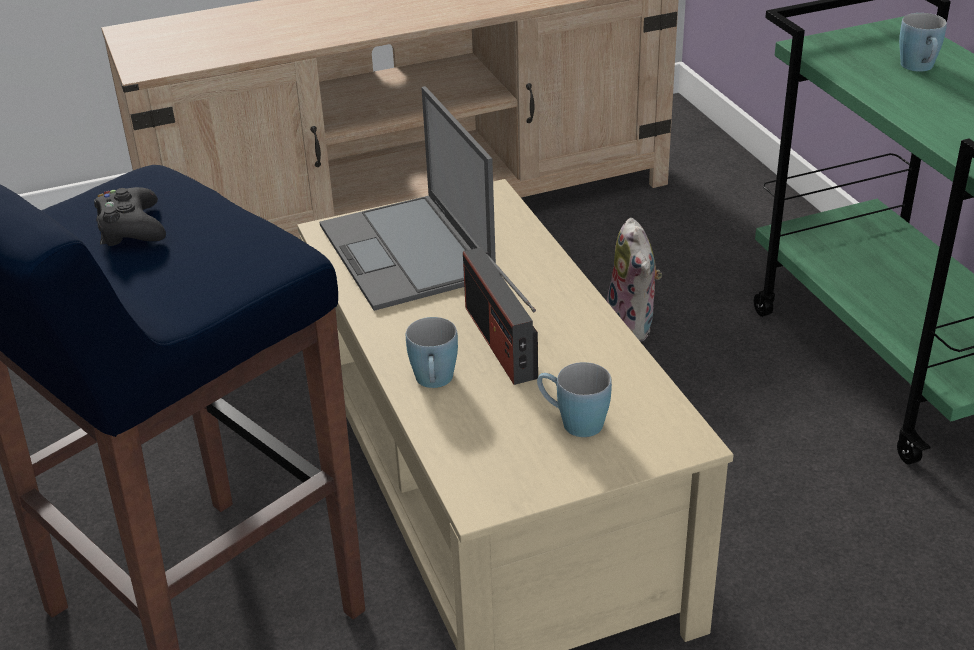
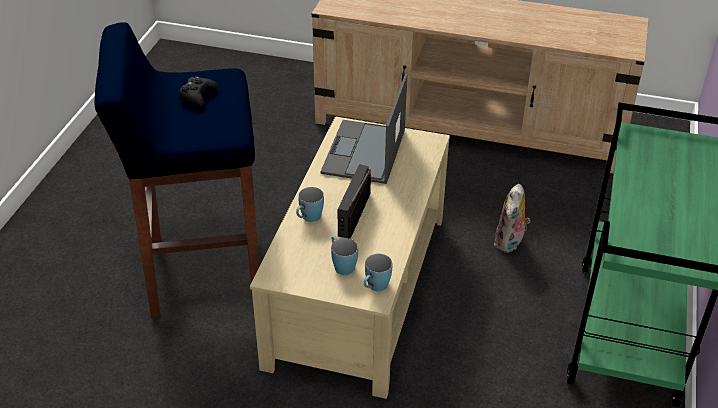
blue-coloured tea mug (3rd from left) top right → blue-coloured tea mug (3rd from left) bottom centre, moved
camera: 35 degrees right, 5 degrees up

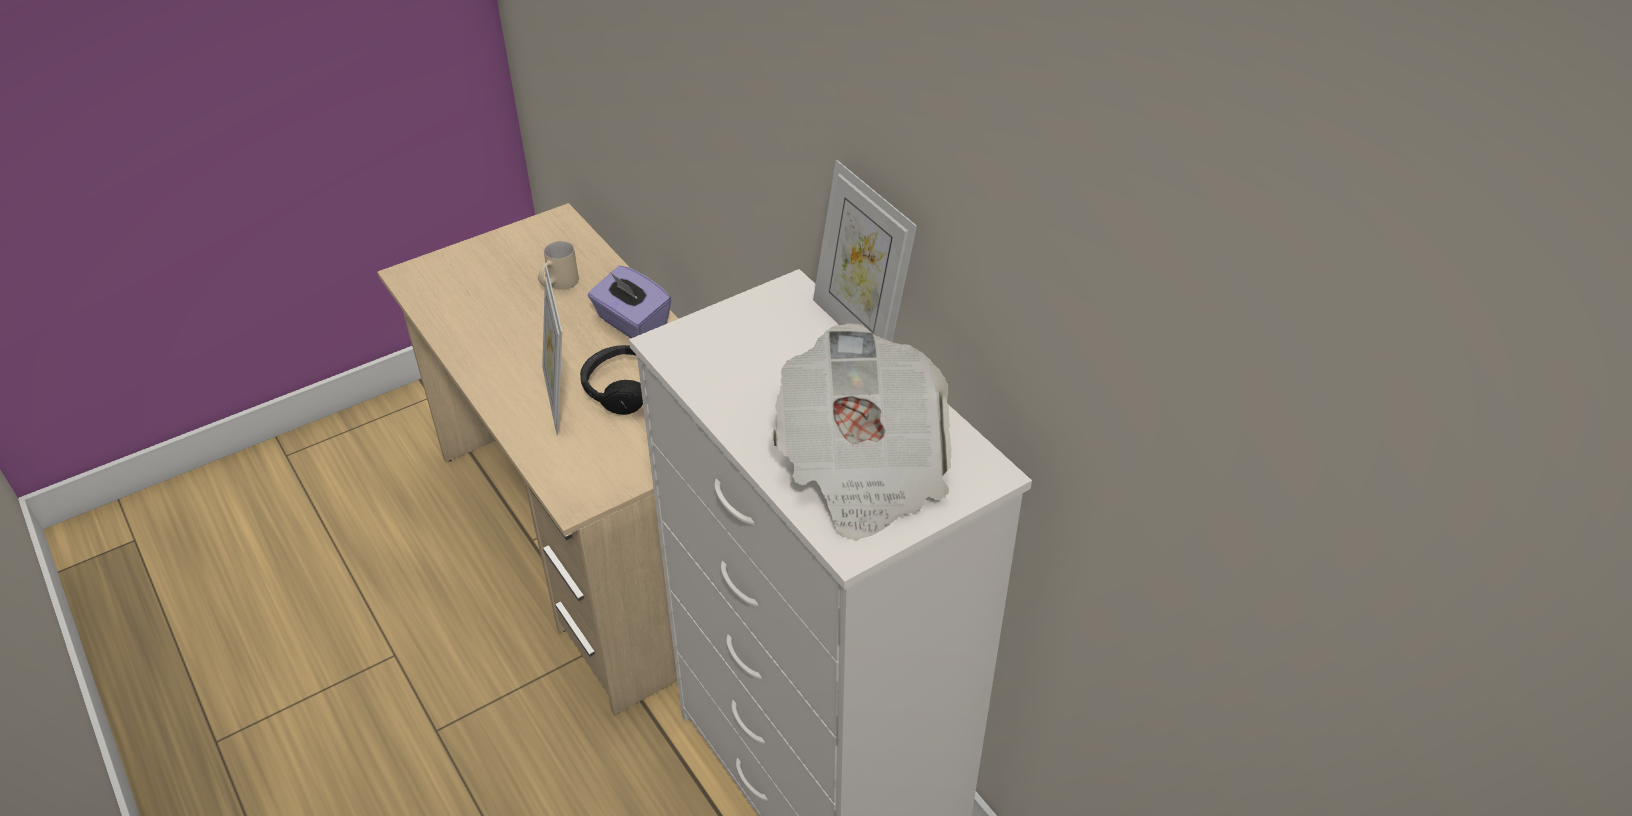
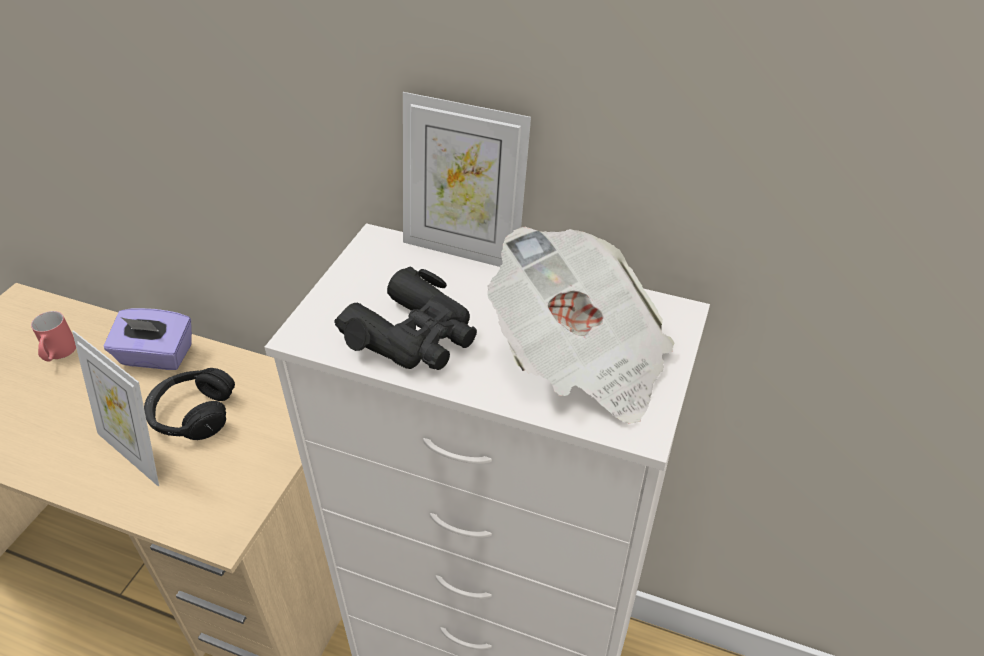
beige tea mug top centre → reddish tea mug middle left
- → black binoculars centre
camera: 35 degrees left, 0 degrees up

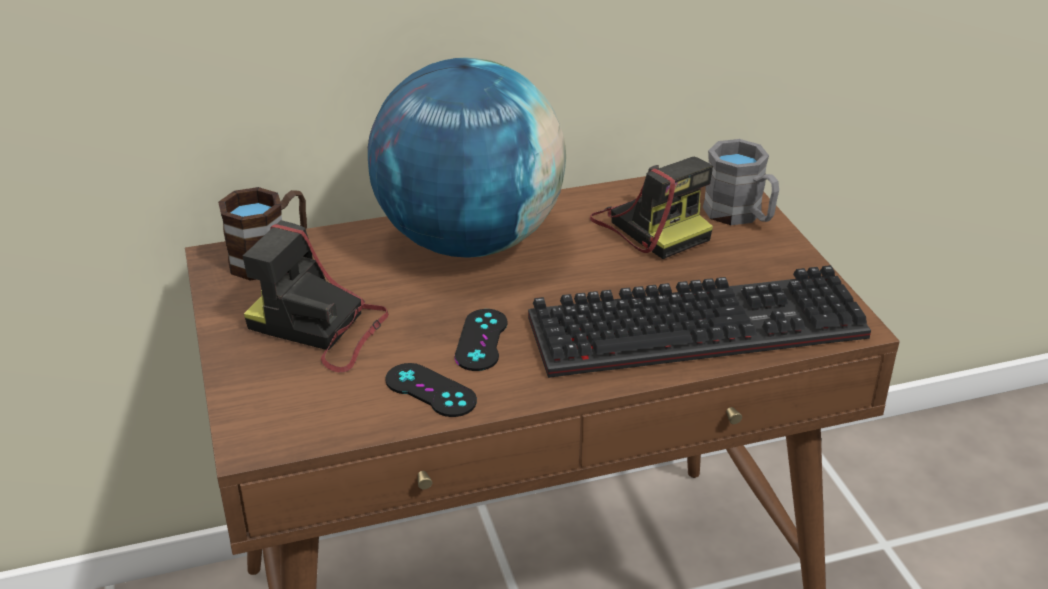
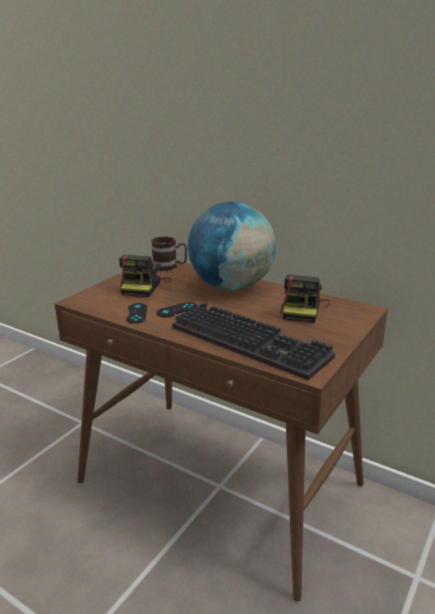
still camera (1st from left) middle left → still camera (1st from left) centre, 150 degrees counterclockwise
grey tea mug top right → -
camera: 50 degrees right, 10 degrees down

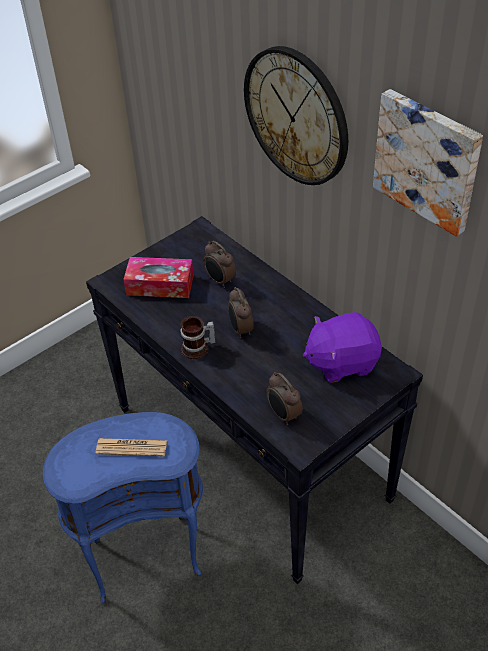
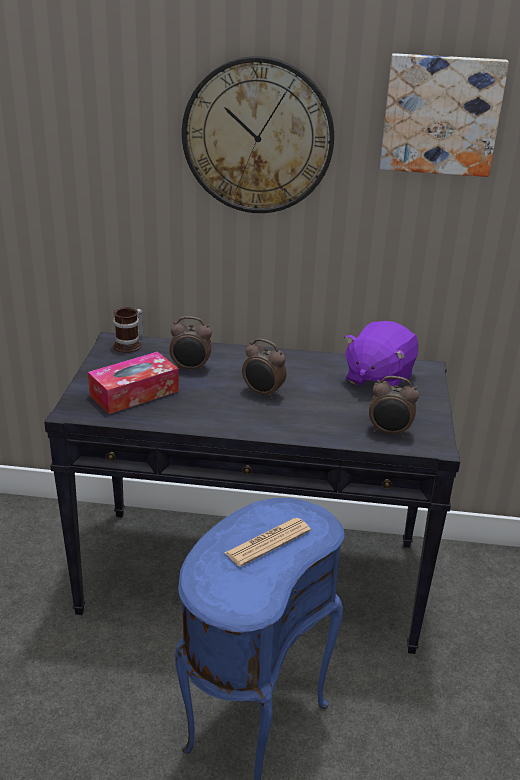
tea mug centre → tea mug middle left, moved
camera: 45 degrees left, 15 degrees down

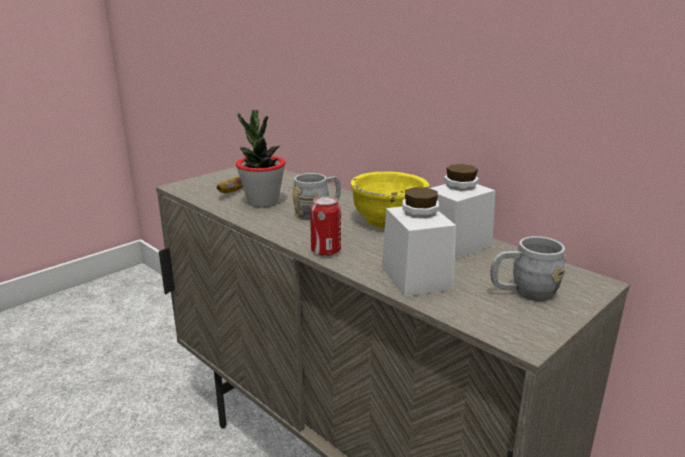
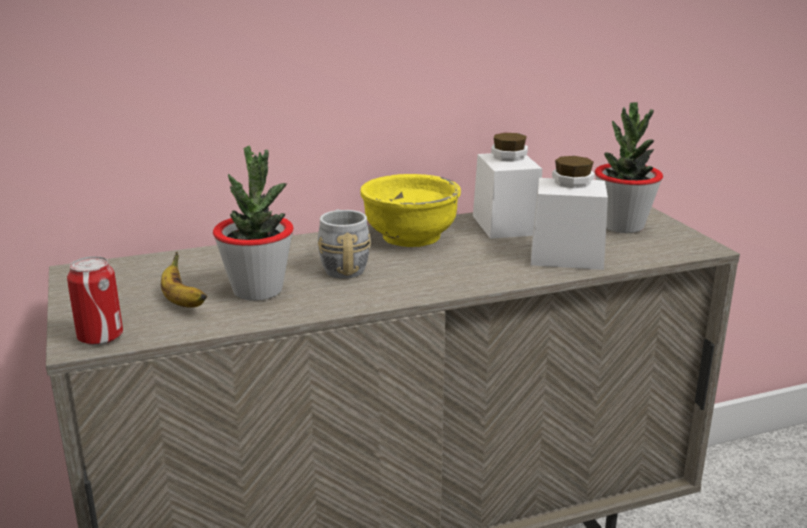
sealed can centre → sealed can middle left, moved
grey tea mug (2nd from left) middle right → plant in a pot (2nd from left) top right
camera: 65 degrees left, 0 degrees up

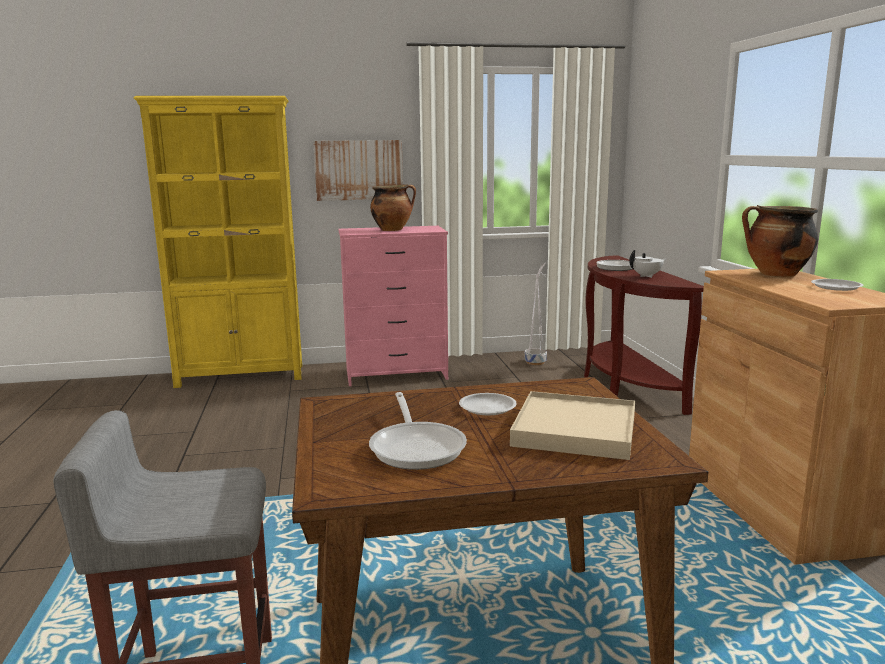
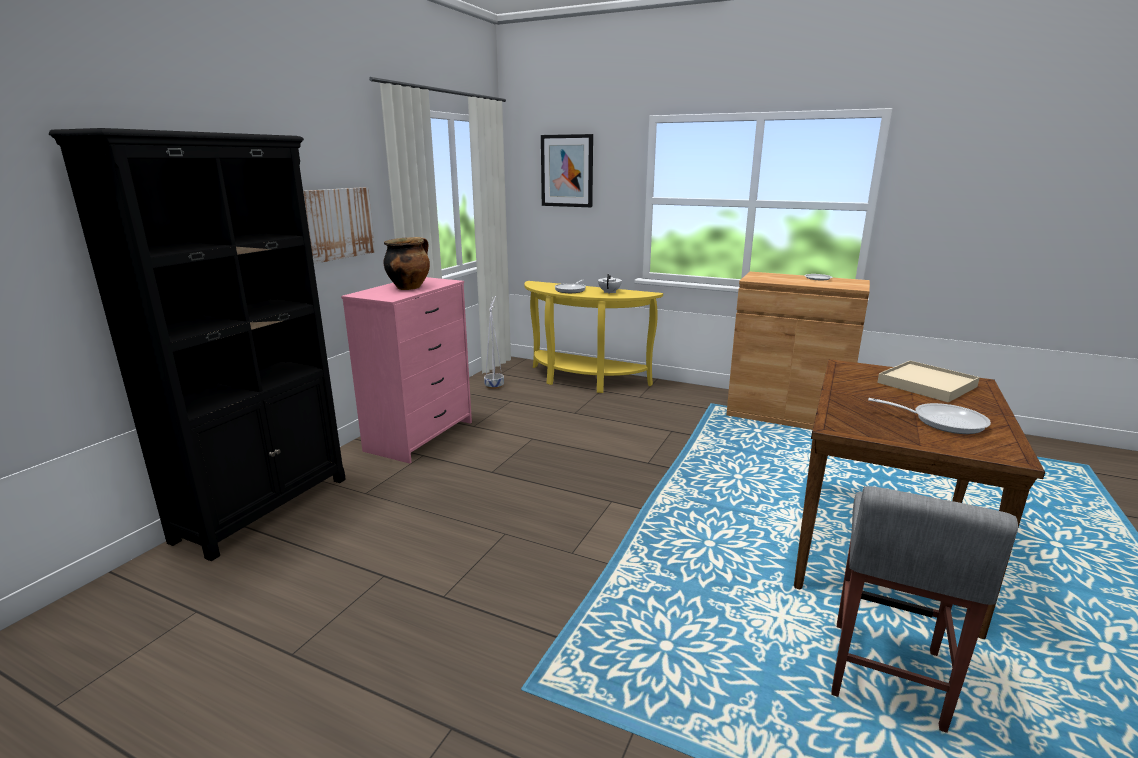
yellow bookcase middle left → black bookcase middle left
white-coloured flat dish (1st from left) centre → -
brown console table middle right → yellow console table centre
stockpot (2nd from left) middle right → -
- → picture (2nd from left) top centre
camera: 55 degrees left, 5 degrees up

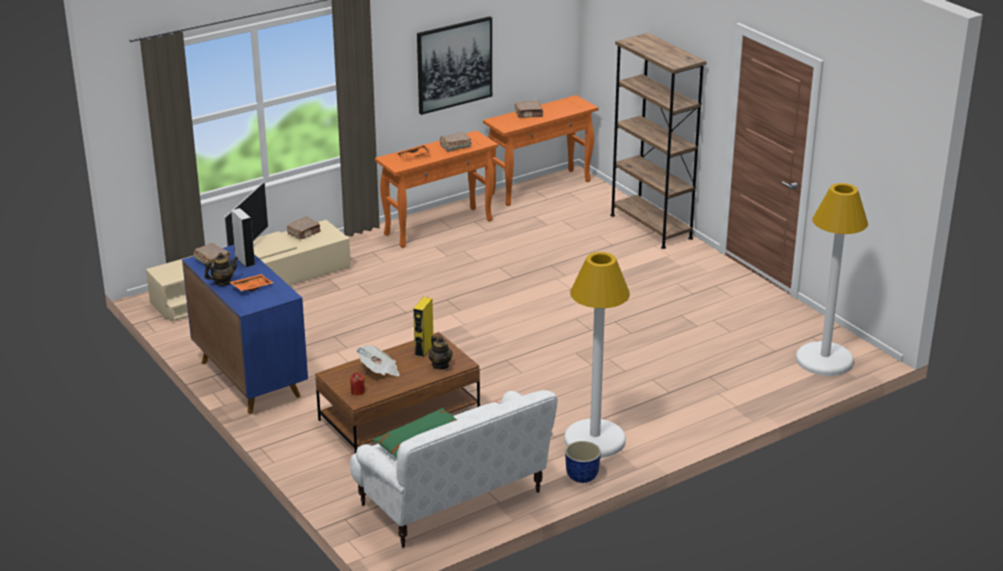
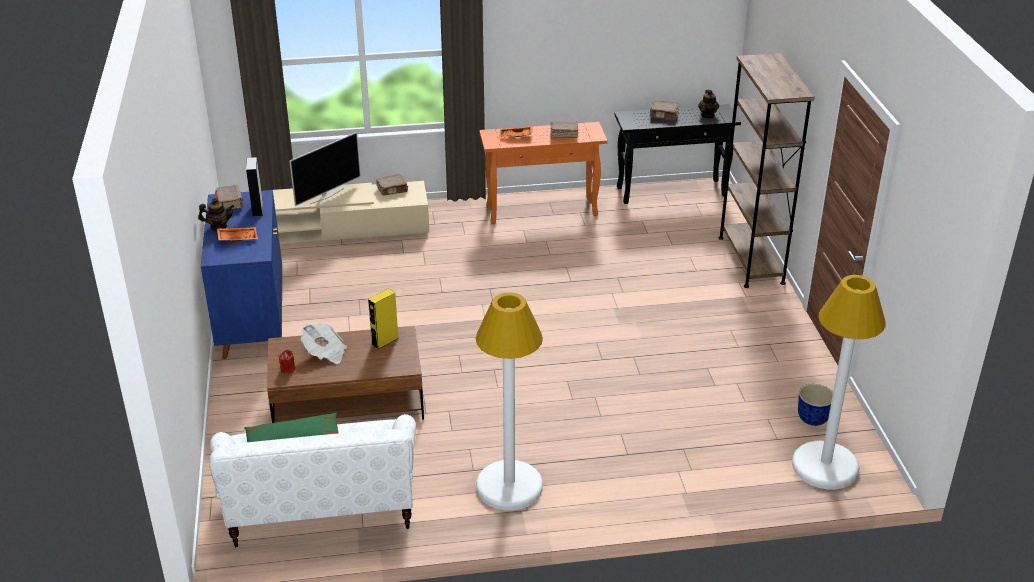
picture top centre → -
tea pot (2nd from left) centre → tea pot (2nd from left) top right, moved
orangey console table (2nd from left) top centre → black console table top centre
planter bottom centre → planter bottom right, moved
camera: 25 degrees right, 5 degrees up

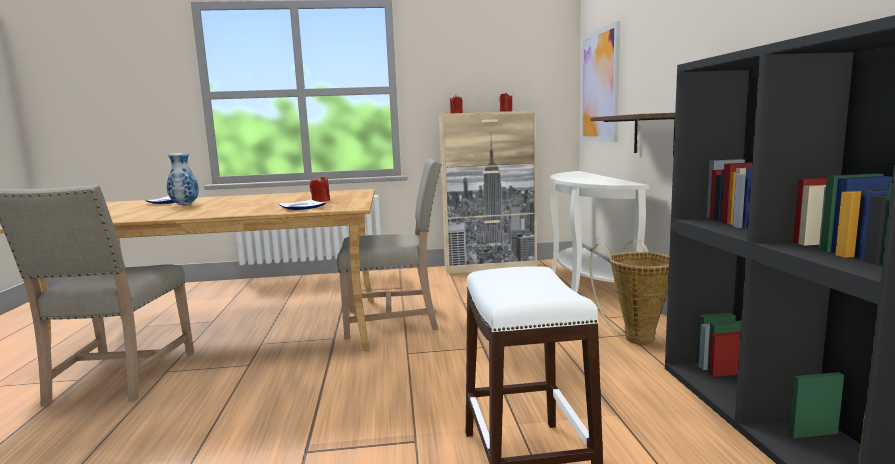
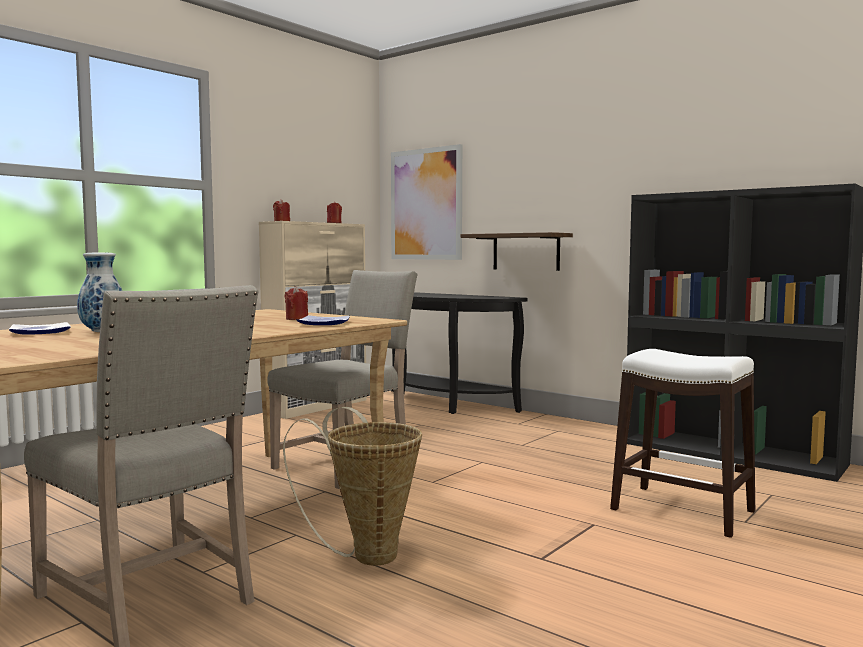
white-coloured console table middle right → black console table centre
basket middle right → basket bottom centre, moved
camera: 45 degrees left, 5 degrees down

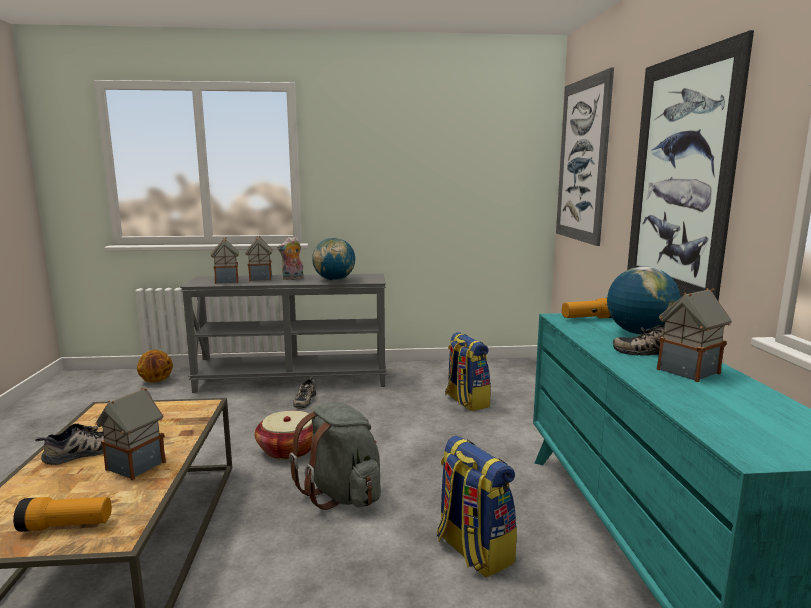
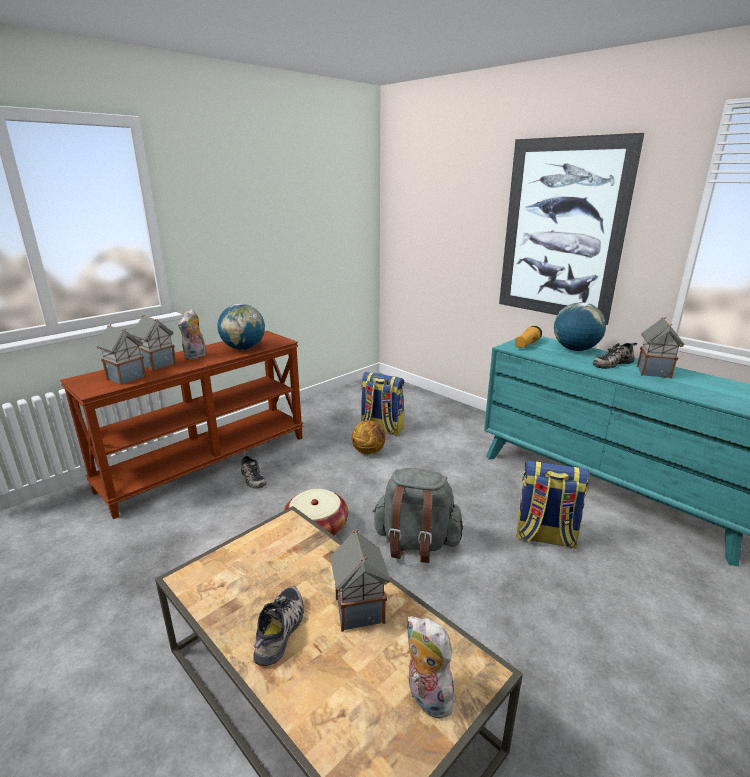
torch (1st from left) bottom left → soft toy (2nd from left) bottom centre
ball for basketball middle left → ball for basketball centre, moved
grey console table centre → brown console table middle left
picture (1st from left) top right → -
camera: 40 degrees left, 10 degrees up

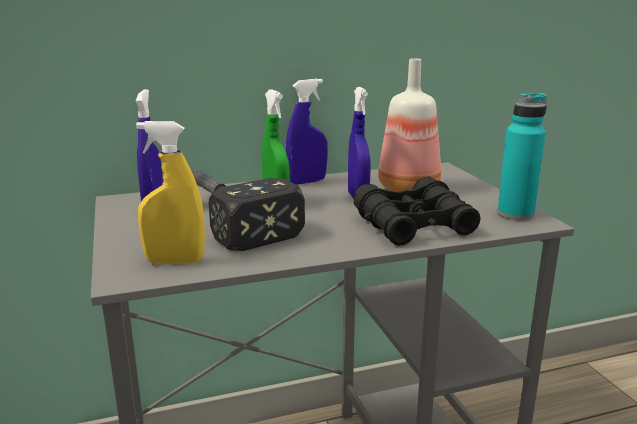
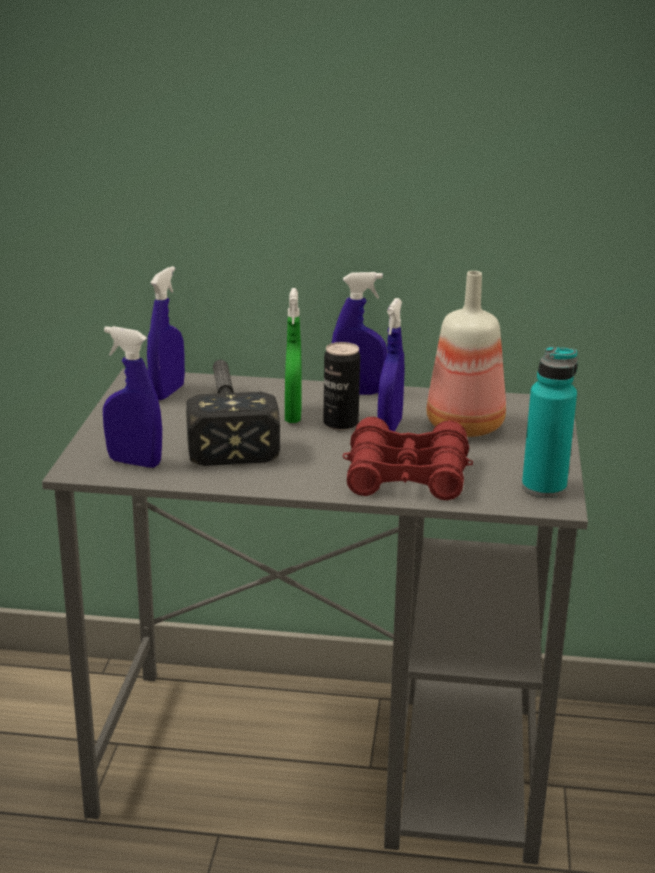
yellow spray bottle middle left → blue-coloured spray bottle (1st from left) middle left
black binoculars centre → reddish binoculars centre
- → sealed can centre
camera: 25 degrees right, 5 degrees up

